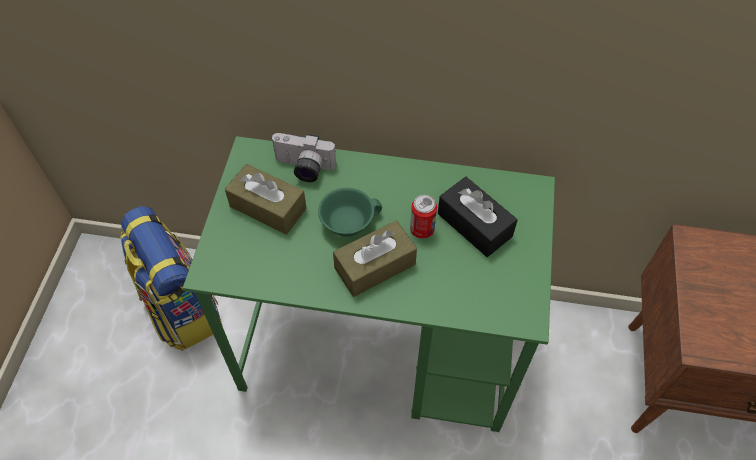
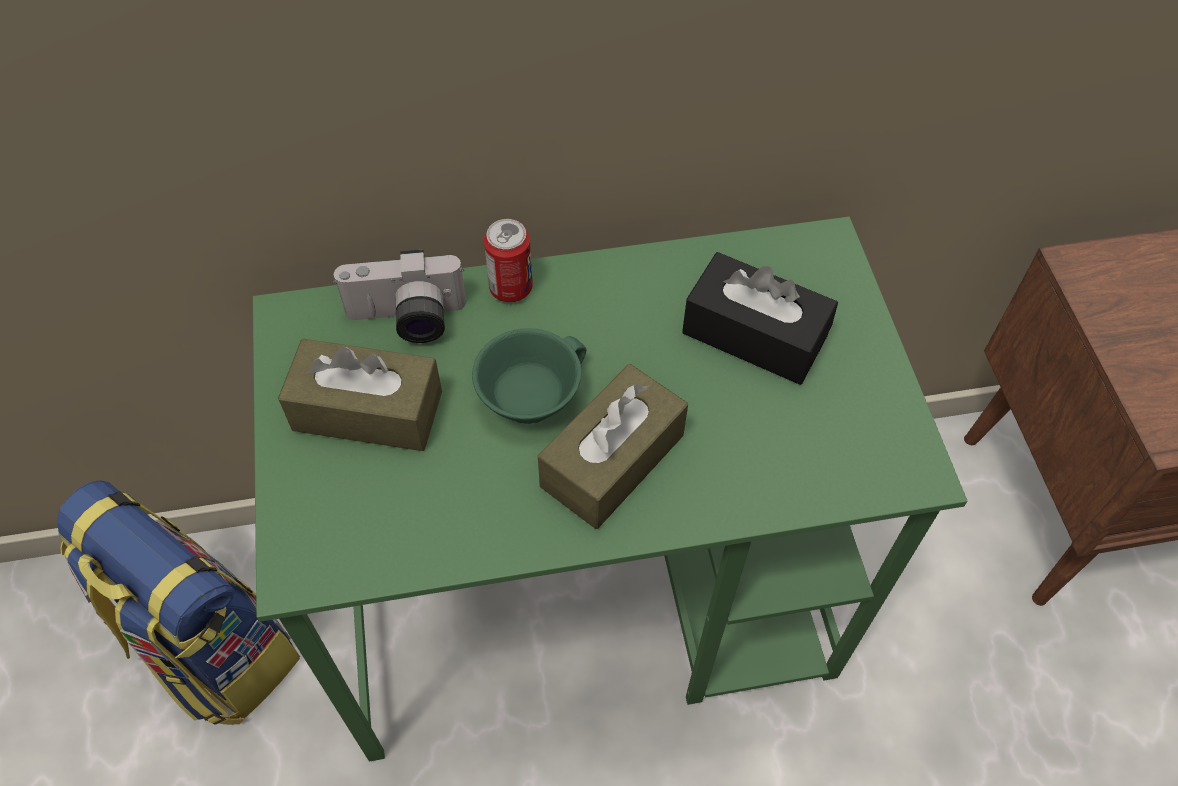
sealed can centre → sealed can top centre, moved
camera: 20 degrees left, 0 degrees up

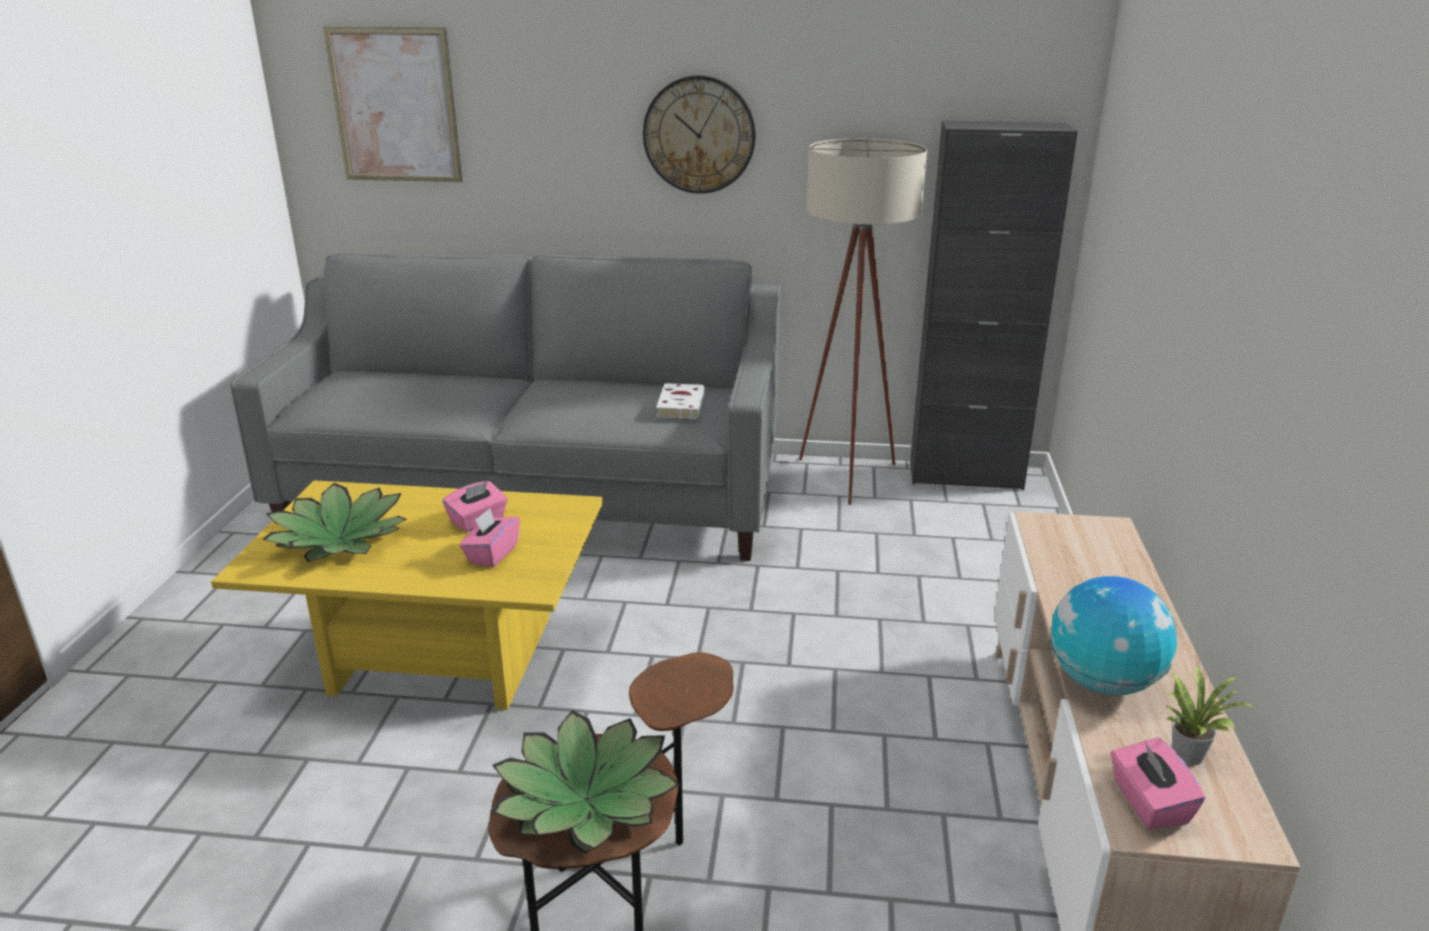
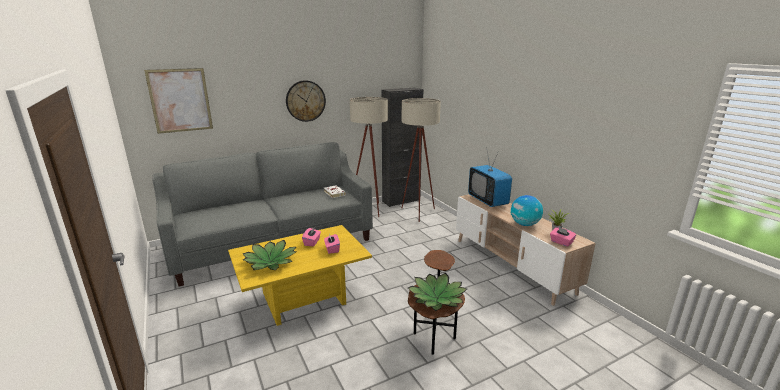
- → beige standing lamp (2nd from left) centre
- → TV centre
camera: 35 degrees left, 5 degrees down

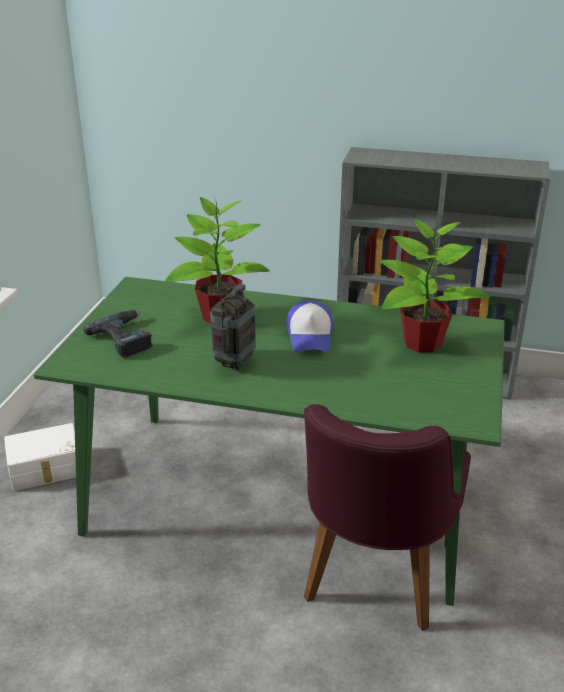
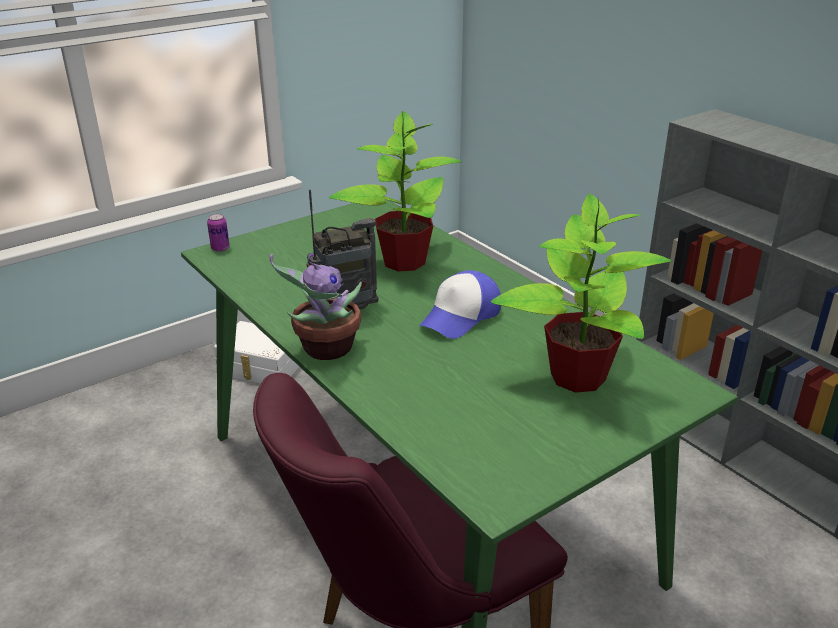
drill middle left → -
- → sealed can middle left
- → plant in a pot (1st from left) centre
camera: 40 degrees right, 0 degrees up

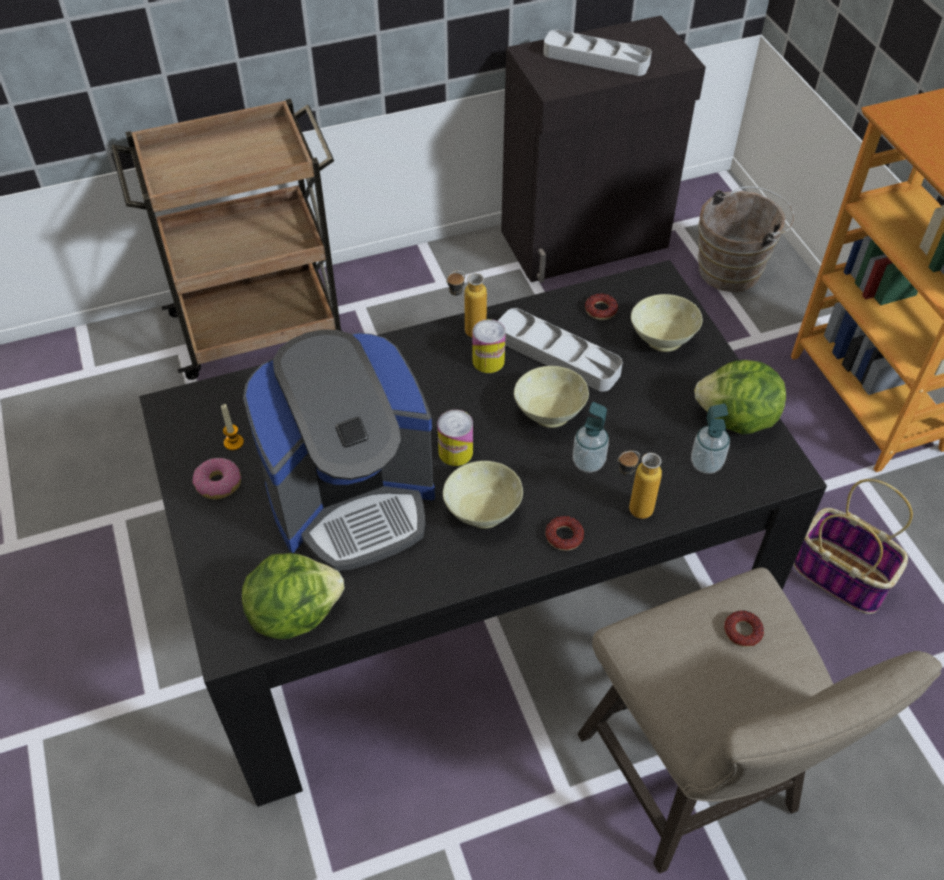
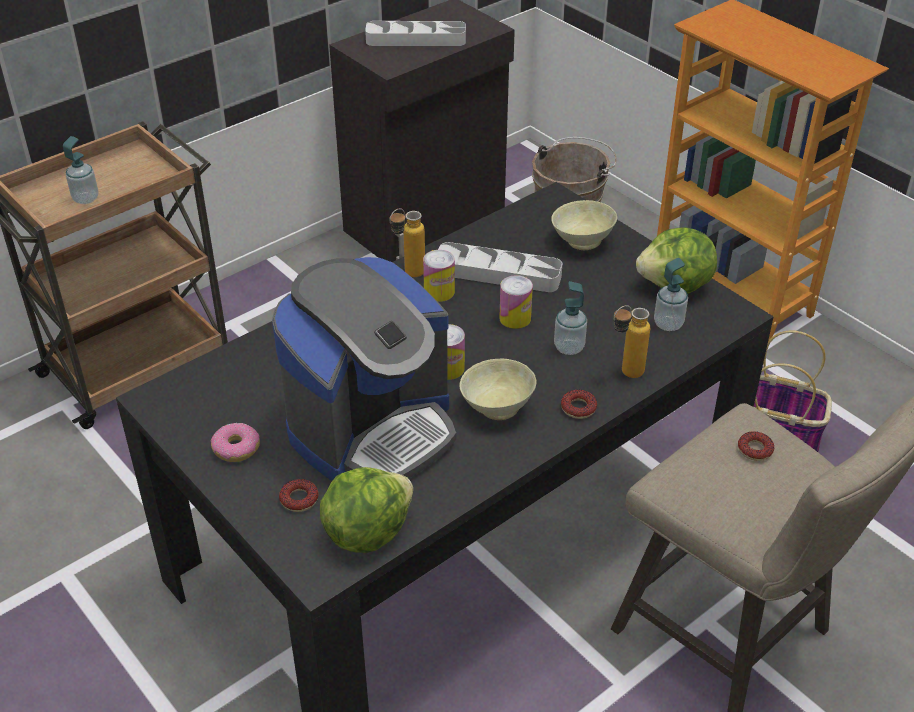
wax candle middle left → -
beige bowl (2nd from left) centre → sealed can (3rd from left) centre
ring doughnut (3rd from left in the first image) centre → ring doughnut (2nd from left) bottom left, moved
- → soap dispenser (1st from left) top left
camera: 20 degrees left, 10 degrees down

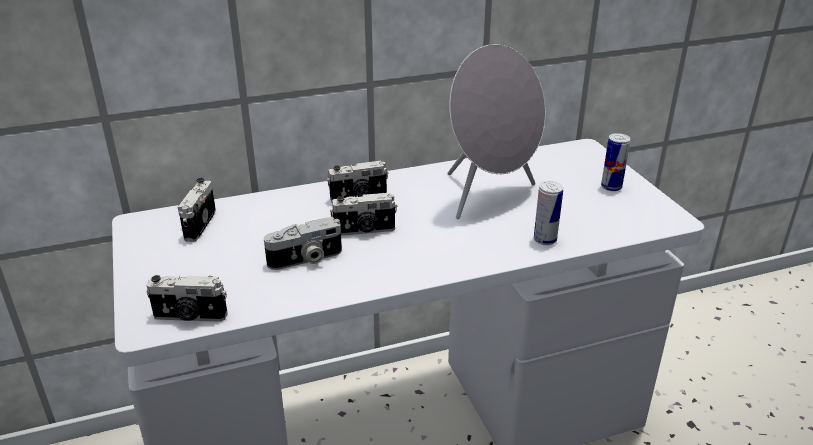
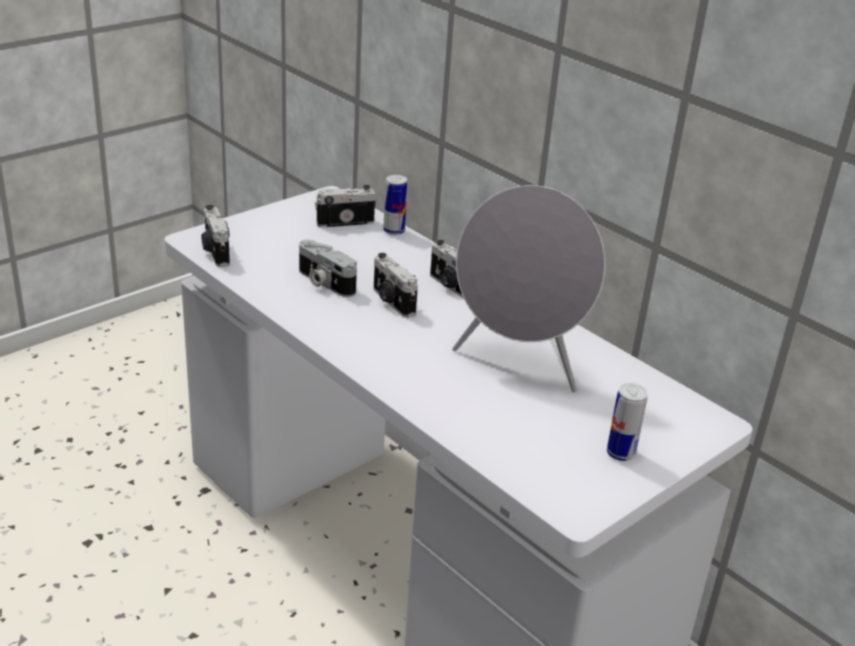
sealed can (1st from left) middle right → sealed can (1st from left) top centre, moved
camera: 65 degrees right, 0 degrees up

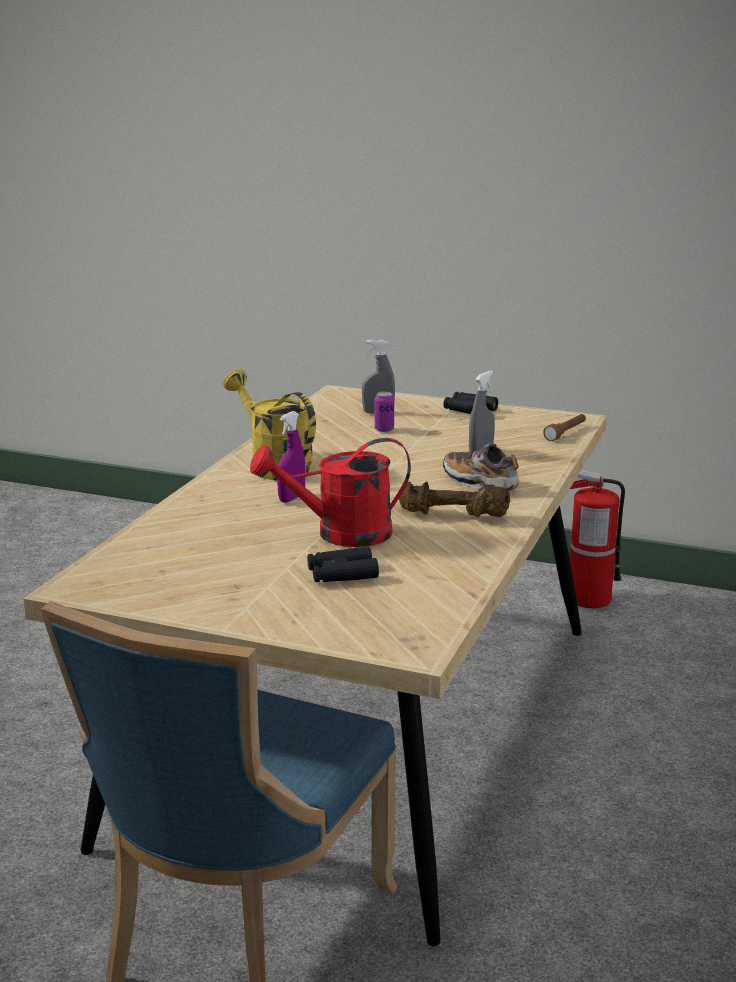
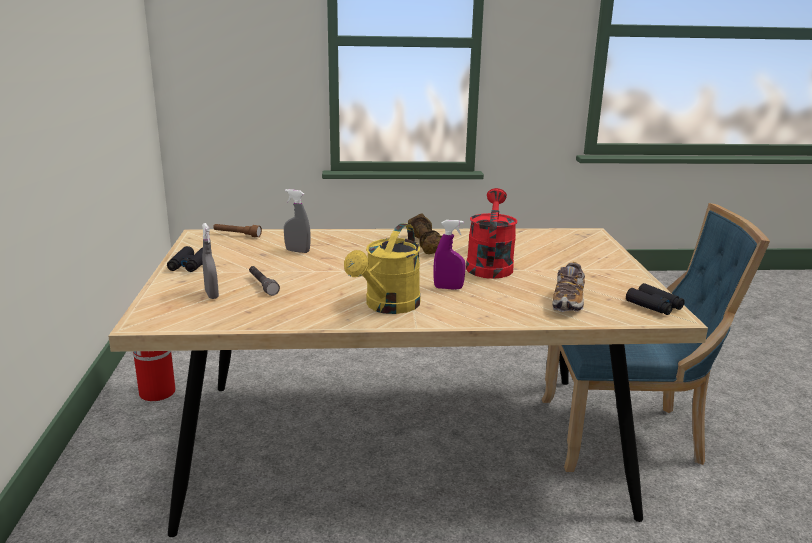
reddish sprinkling can centre, 135 degrees counterclockwise
black binoculars (1st from left in the first image) centre → black binoculars (2nd from left) middle right, moved
sealed can centre → grey torch middle left
shoe centre → shoe middle right, moved
camera: 115 degrees left, 0 degrees up

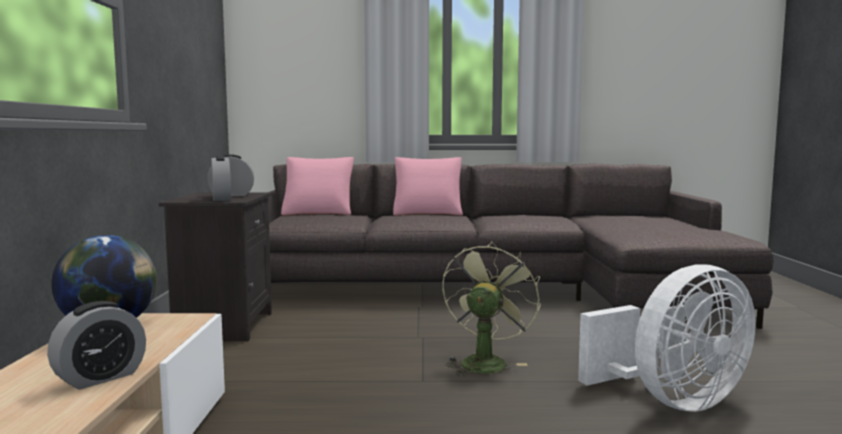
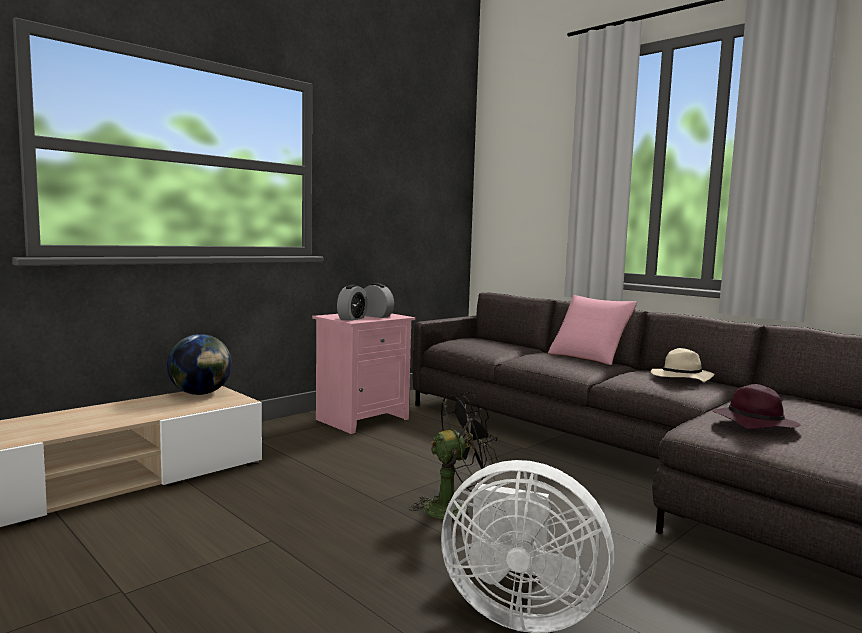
alarm clock (1st from left) bottom left → -
black night table middle left → pinkish night table centre
pinkish throw pillow (1st from left) centre → -
greenish fan bottom centre → black fan bottom centre
- → beige clothing hat middle right
- → purple-coloured clothing hat middle right
camera: 45 degrees right, 0 degrees up

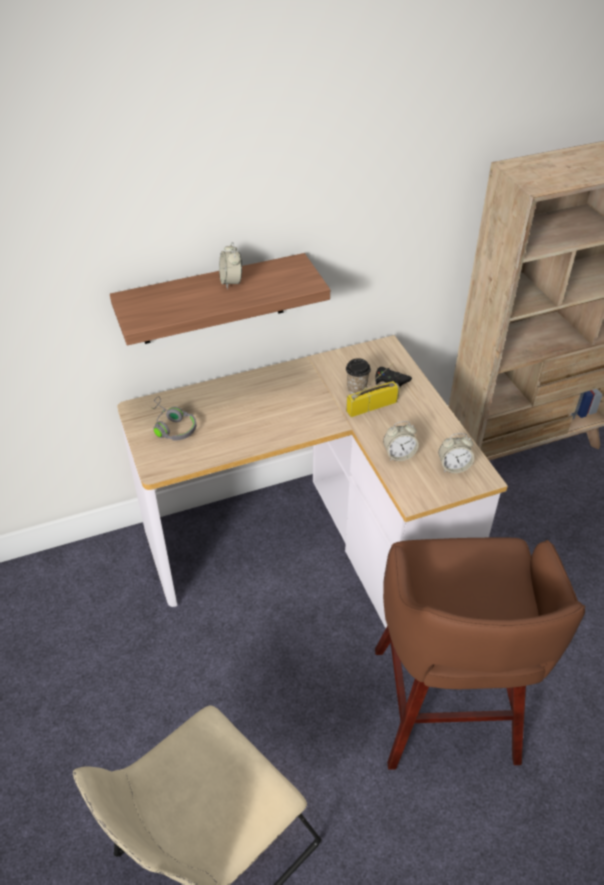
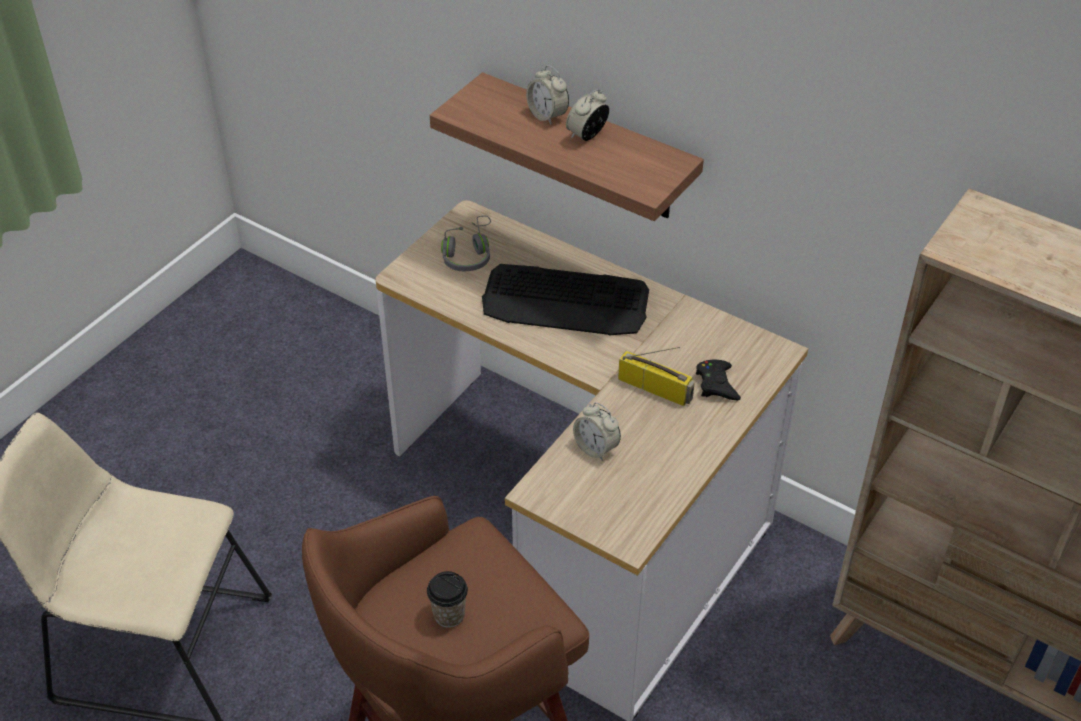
small cup centre → small cup bottom centre, moved
alarm clock (3rd from left in the first image) middle right → alarm clock (1st from left) top centre, moved
- → computer keyboard centre
camera: 55 degrees right, 0 degrees up

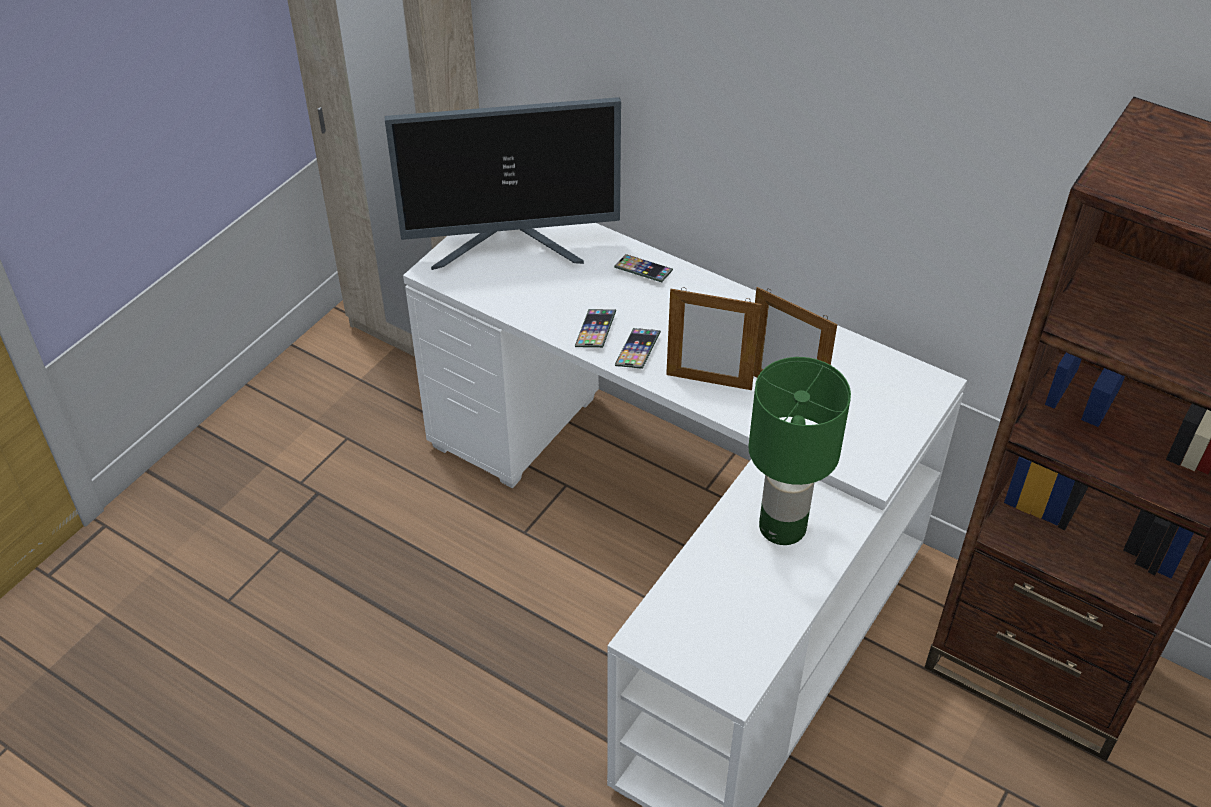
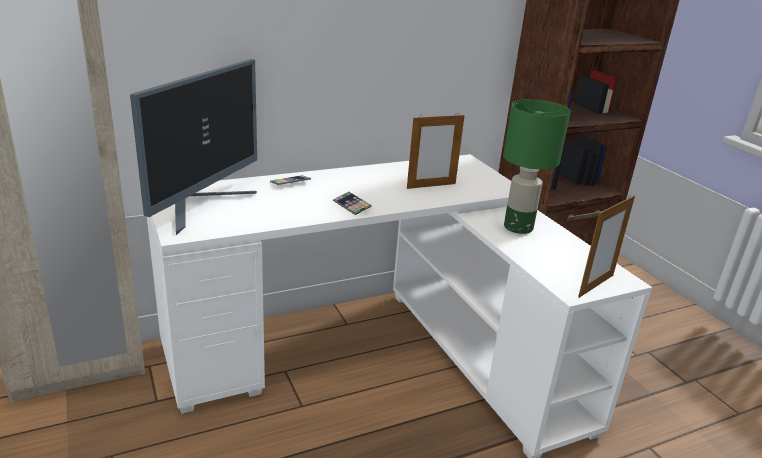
handset (1st from left) centre → -
picture frame (1st from left in the first image) centre → picture frame (2nd from left) middle right, moved
camera: 60 degrees left, 20 degrees down

